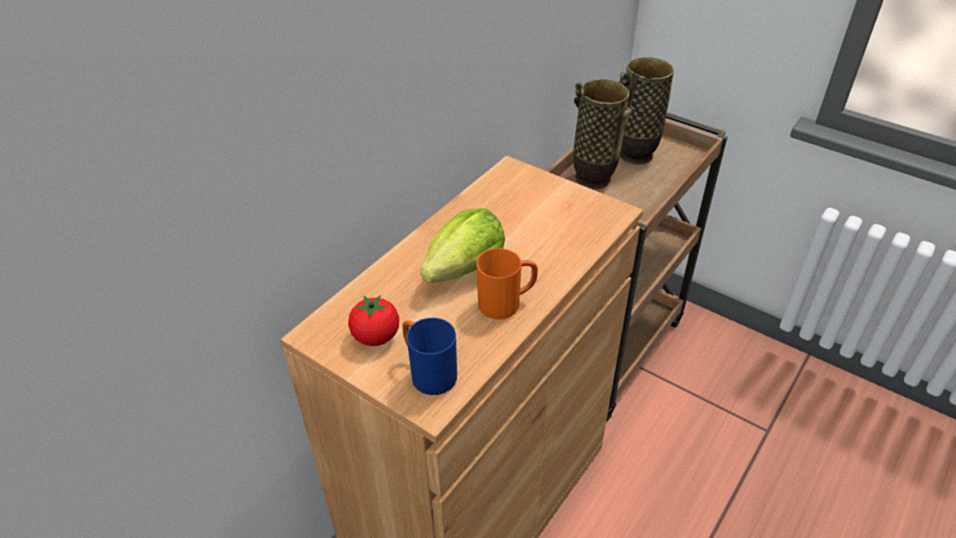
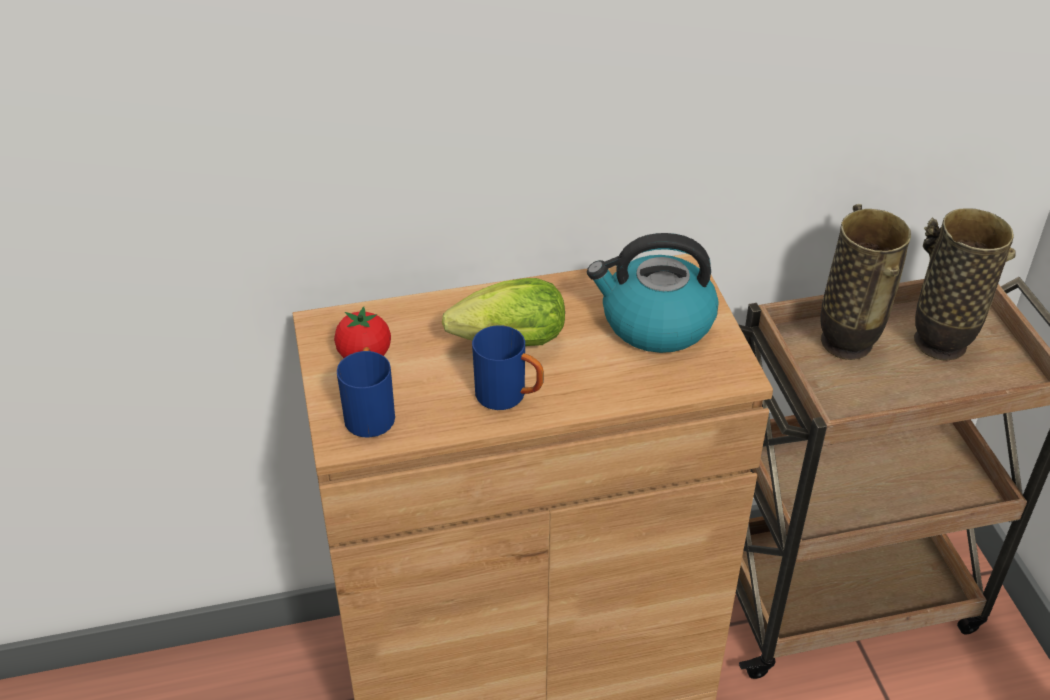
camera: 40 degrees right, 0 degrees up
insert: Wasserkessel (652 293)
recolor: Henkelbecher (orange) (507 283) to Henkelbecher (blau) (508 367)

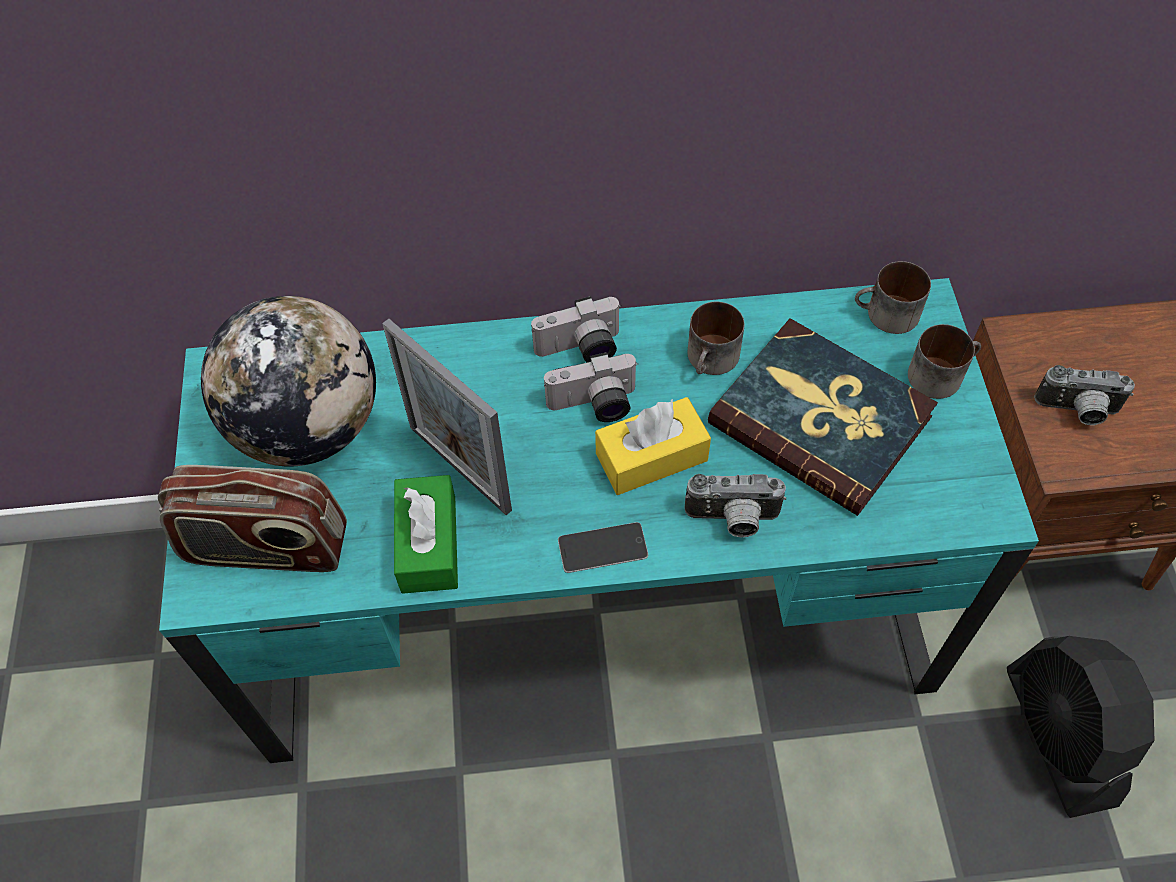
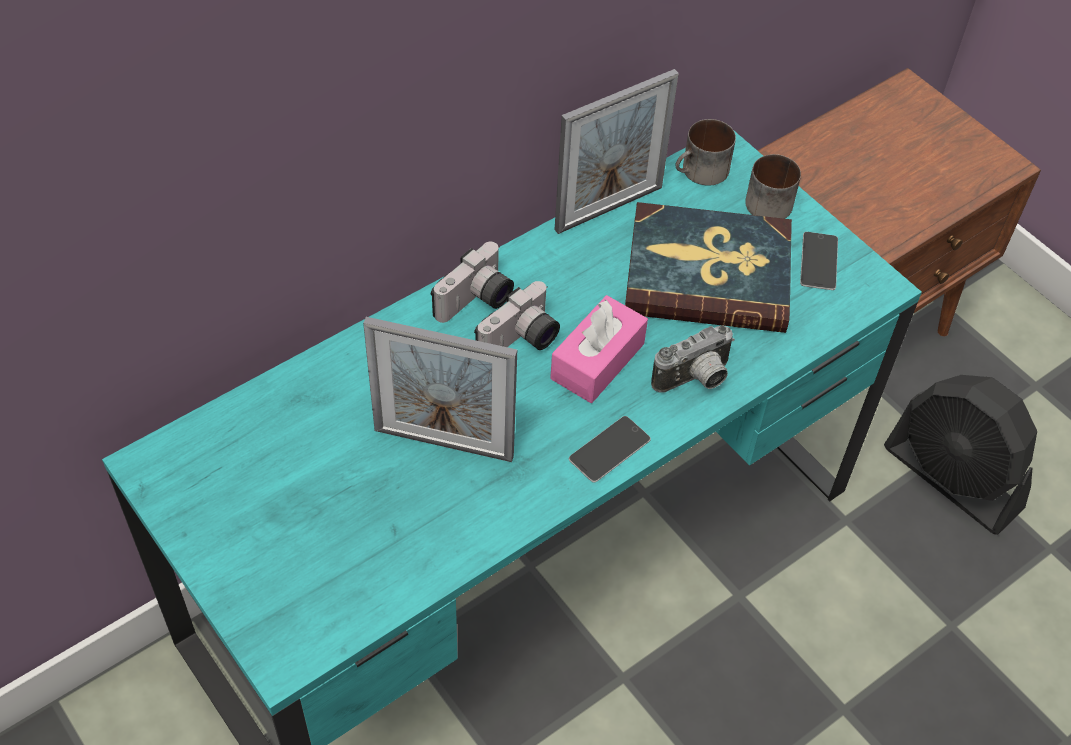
camera: 35 degrees left, 5 degrees down
delete: Globus (288 381); Henkelbecher (716 338); Kamera (1084 395); Radio (252 518); Taschentuchbox (grün) (426 534)
insert: Bilderrahmen (616 151); Handy (819 261)
recolor: Taschentuchbox (gelb) (653 446) to Taschentuchbox (rosa) (599 349)

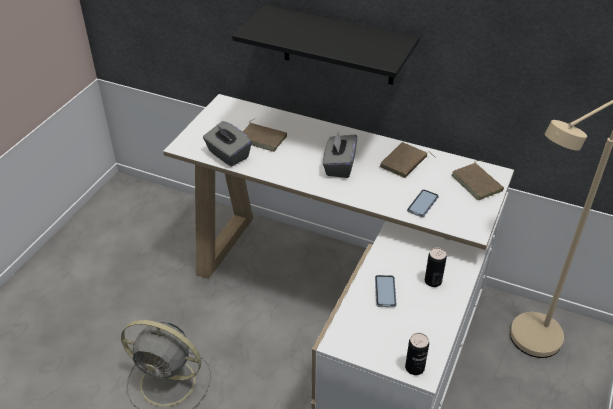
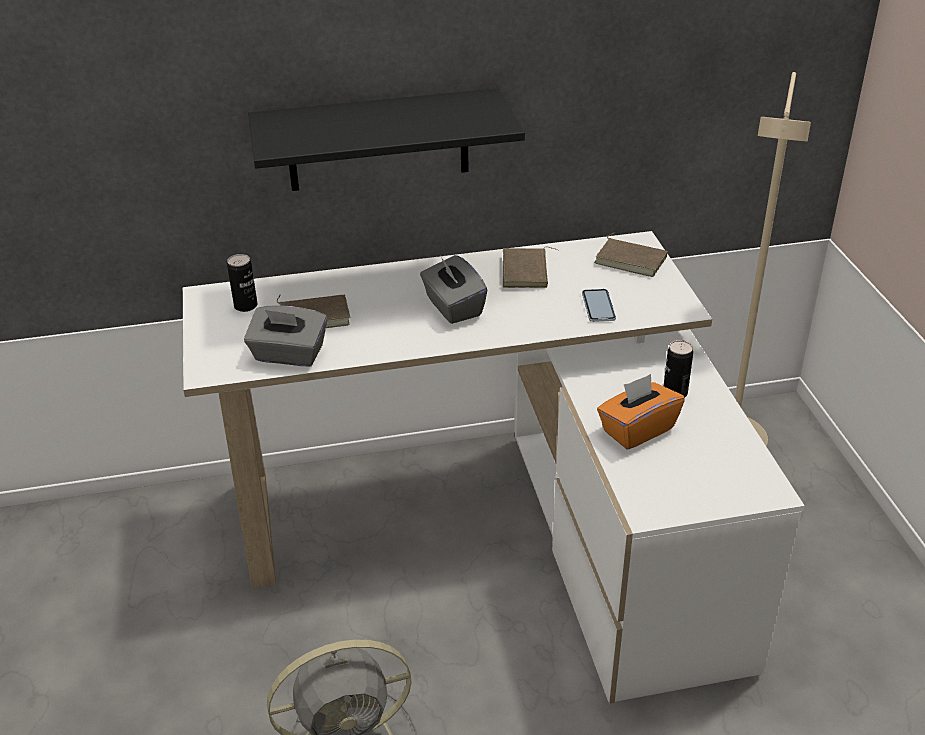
camera: 35 degrees left, 5 degrees down
move: Dose (417 354) to (242 283)
replace: Handy (385 291) to Taschentuchbox (orange) (641 411)

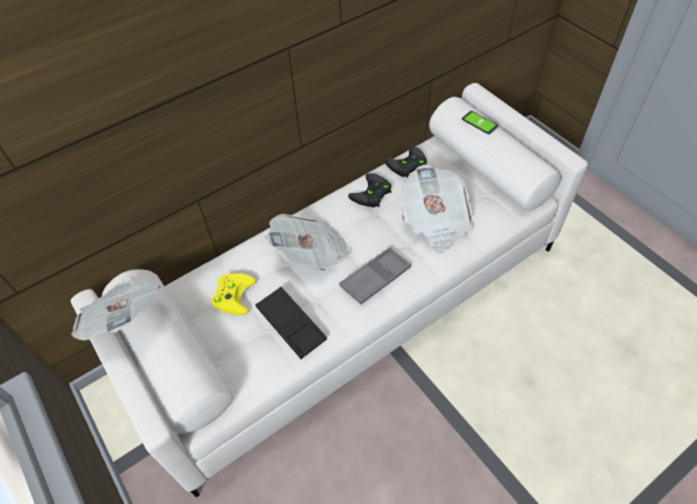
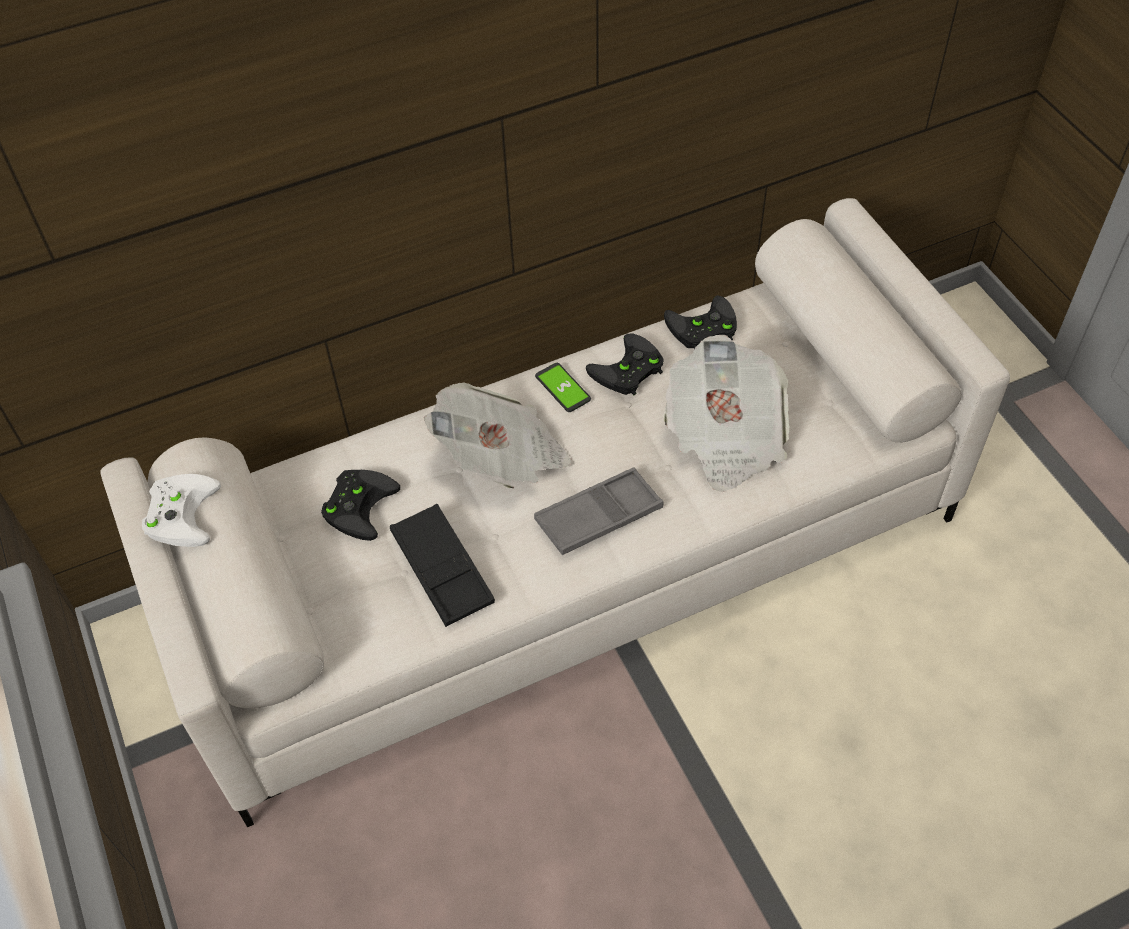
camera: 10 degrees right, 0 degrees up
move: Handy (480 122) to (563 387)
replace: Zeitung (116 309) to Gamepad (weiß) (181 510)
recolor: Gamepad (gelb) (234 294) to Gamepad (schwarz) (360 505)

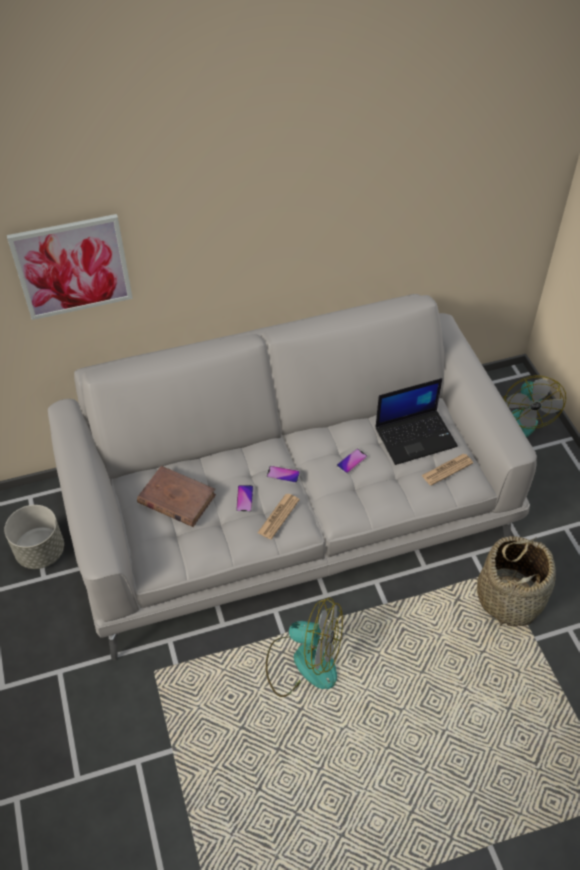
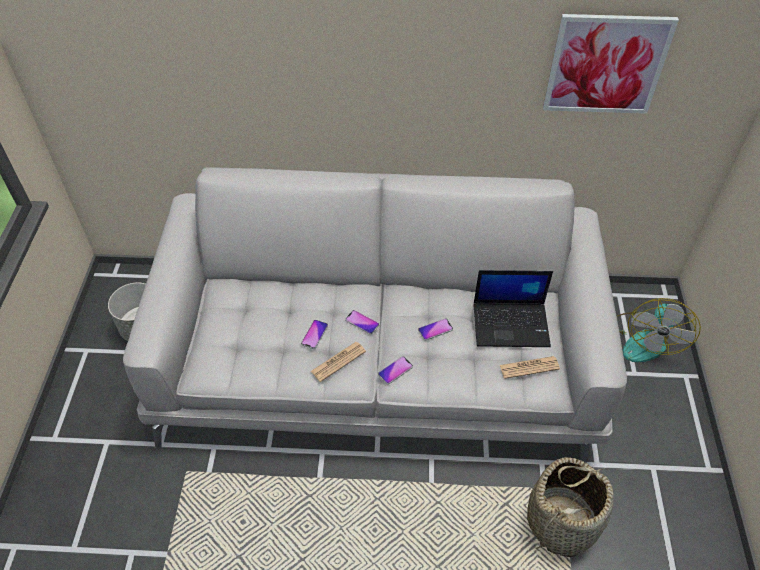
camera: 20 degrees right, 0 degrees up
delete: Buch (braun) (176 496); Ventilator (304 647)
insert: Handy (395 370)
move: Bild (70 267) to (611 64)

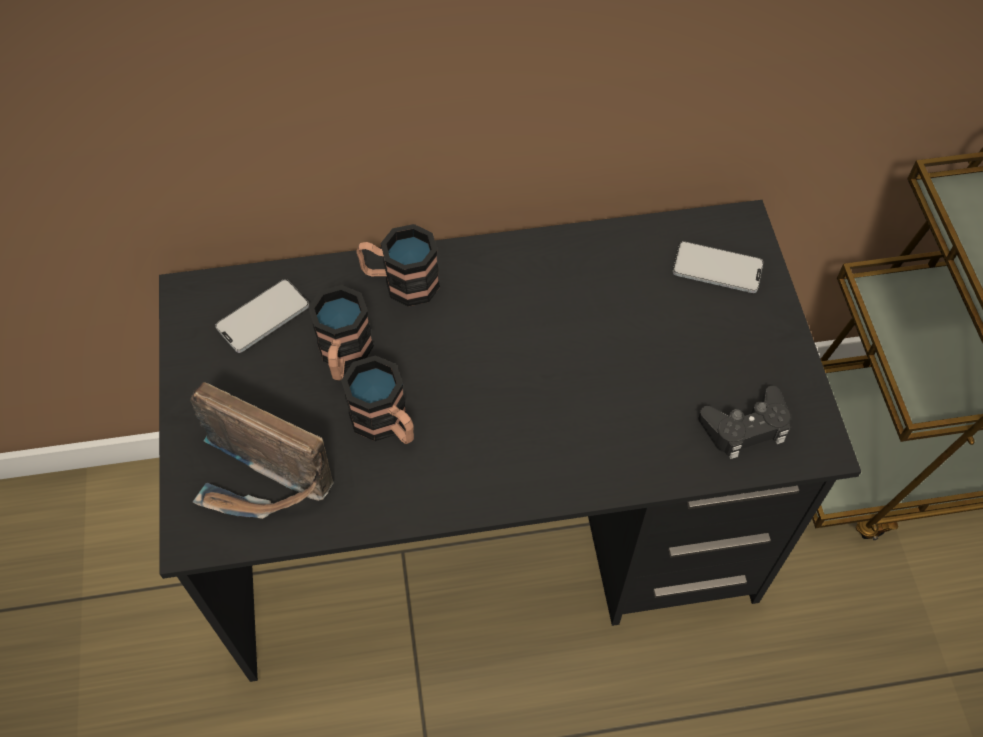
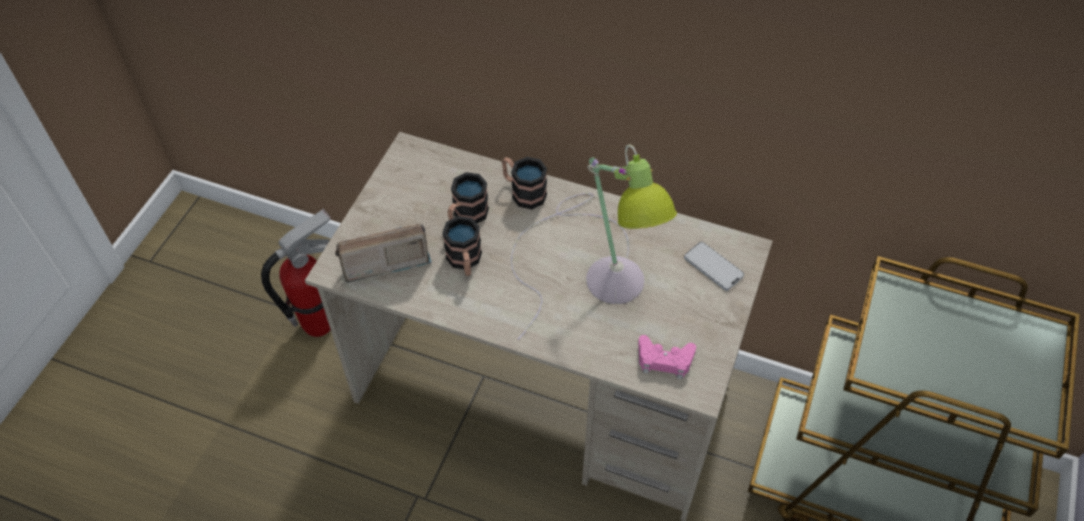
camera: 30 degrees right, 5 degrees down
delete: Handy (262 316)
insert: Tischlampe (594 242); Feuerlöscher (296 273)
recolor: Schreibtisch (schwarz) (510 441) to Schreibtisch (beige) (539 326); Gamepad (schwarz) (744 422) to Gamepad (rosa) (667 357)
rotate: Radio (262 450) = (383 253) 105 degrees clockwise

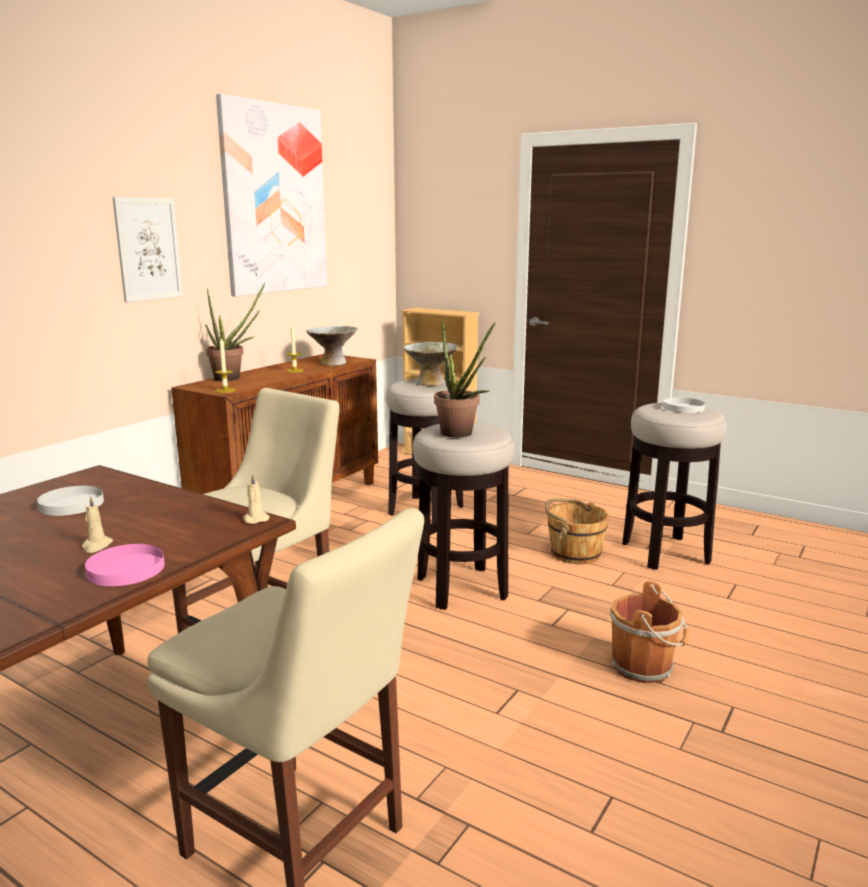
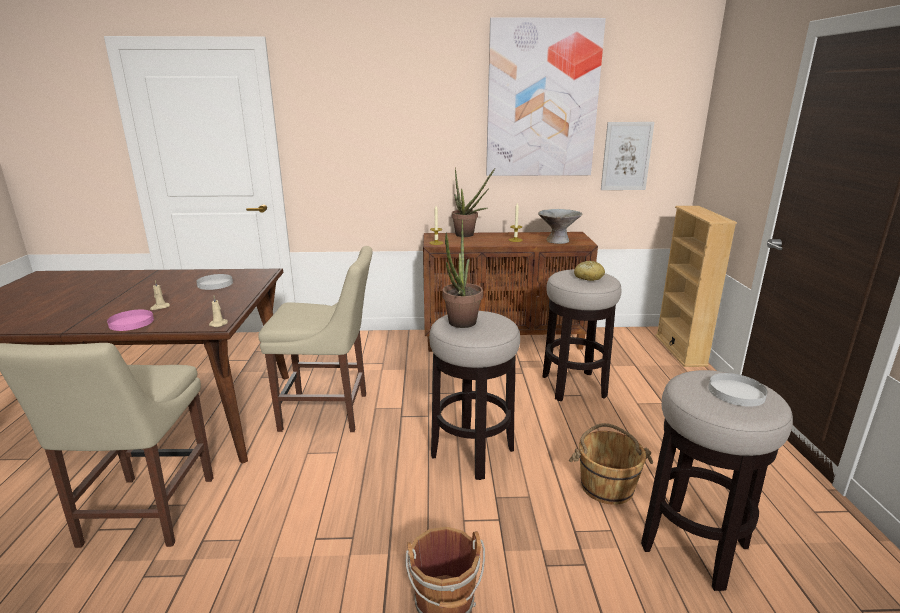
camera: 55 degrees right, 5 degrees up
move: Bild (148 250) to (628 156)
replace: Schüssel (grau) (430 364) to Brot (589 271)

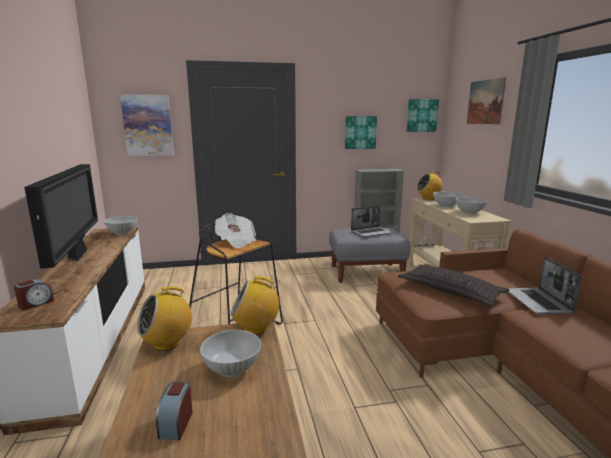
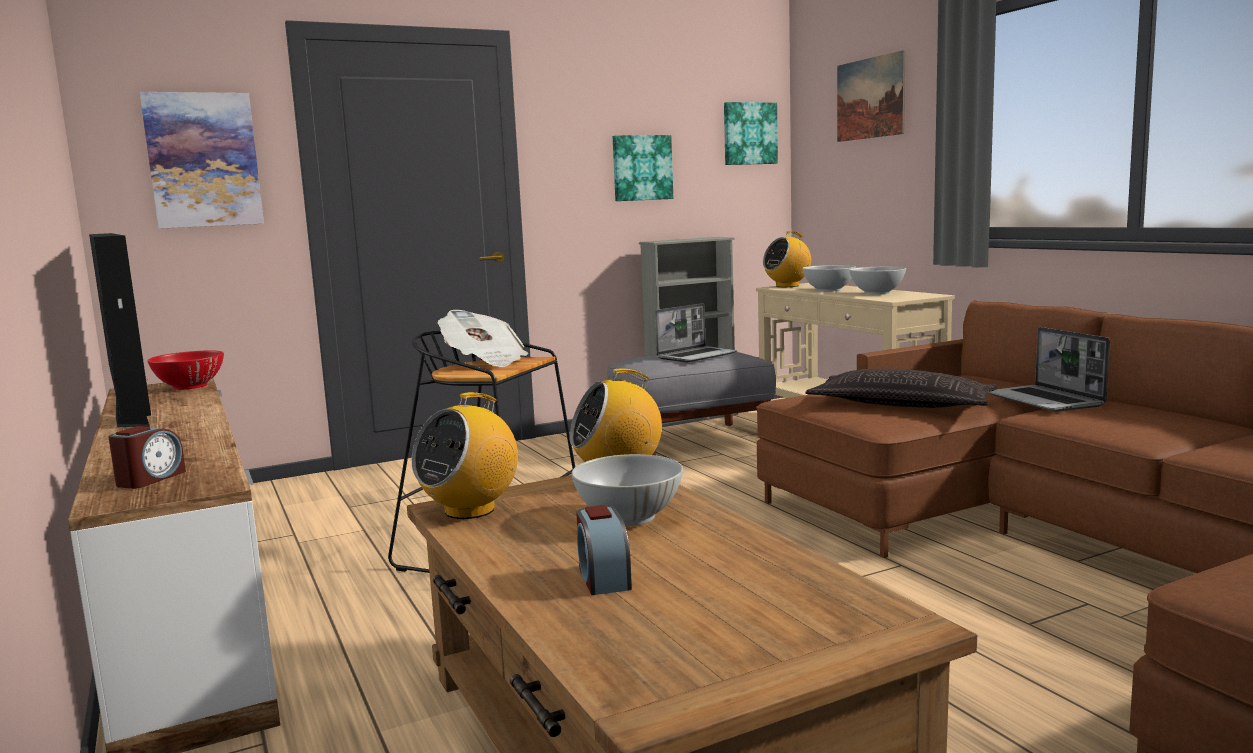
camera: 15 degrees left, 5 degrees down
recolor: Schüssel (weiß) (121 225) to Schüssel (rot) (185 370)

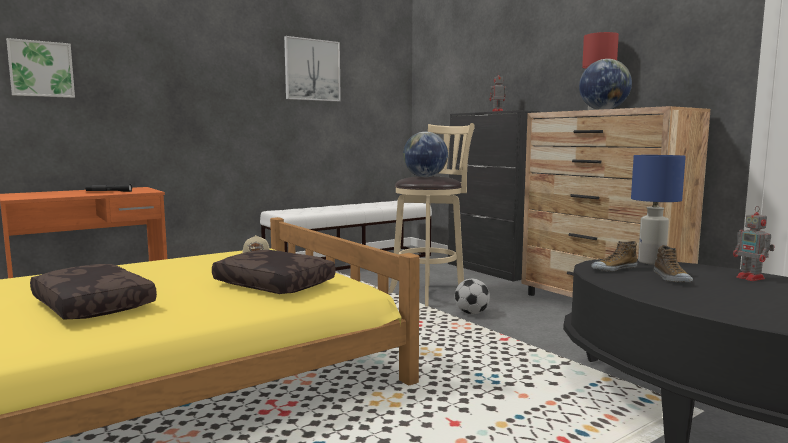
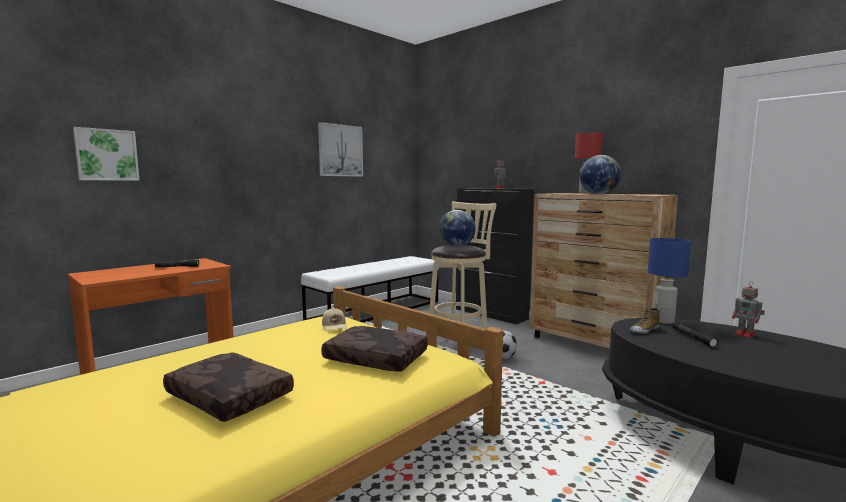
camera: 10 degrees left, 0 degrees up
replace: Schuh (673 263) to Taschenlampe (schwarz) (695 335)

